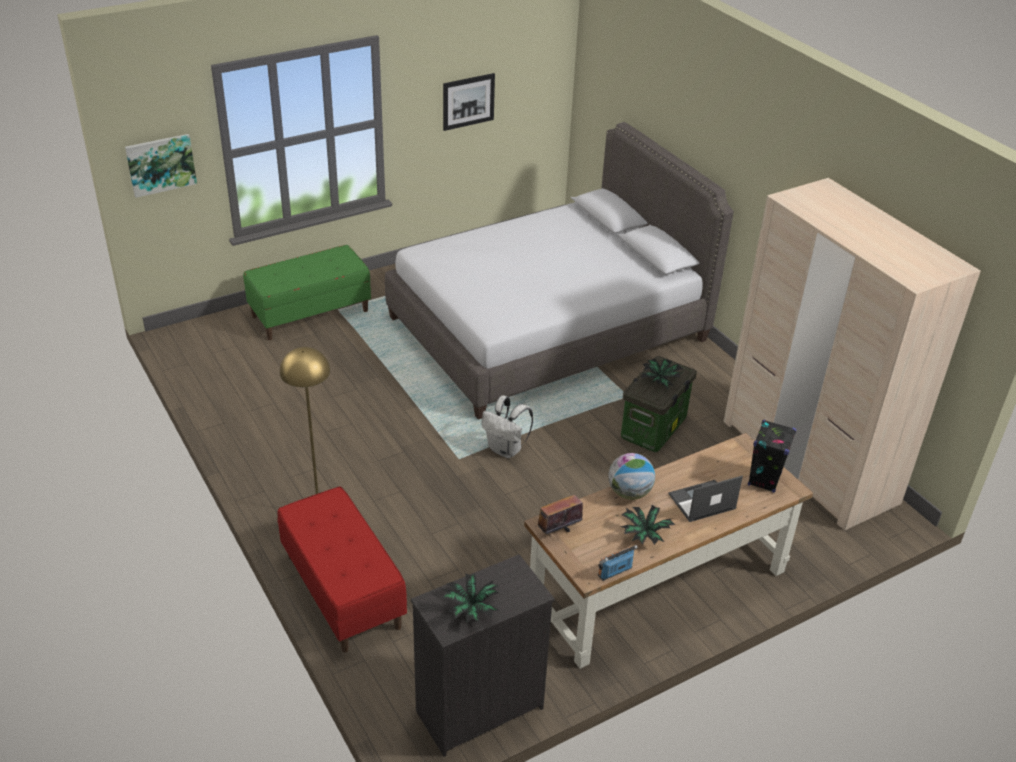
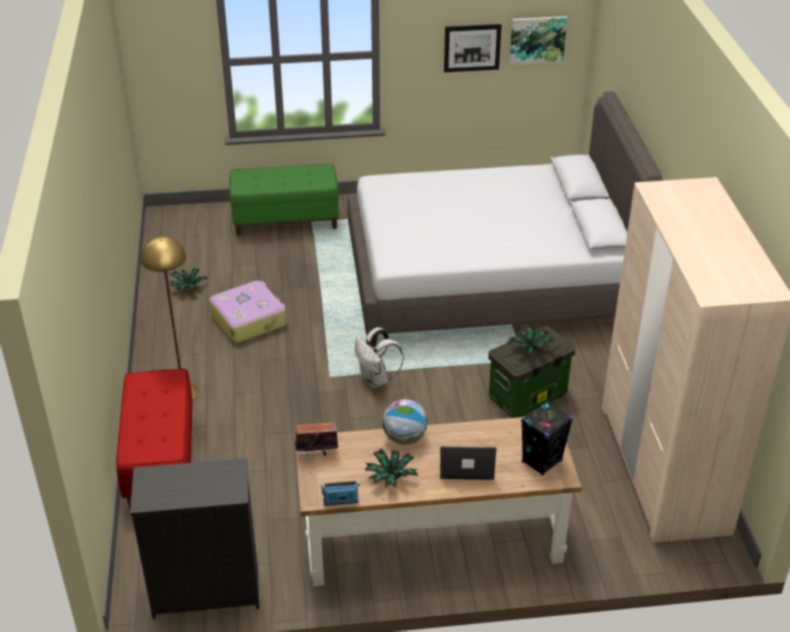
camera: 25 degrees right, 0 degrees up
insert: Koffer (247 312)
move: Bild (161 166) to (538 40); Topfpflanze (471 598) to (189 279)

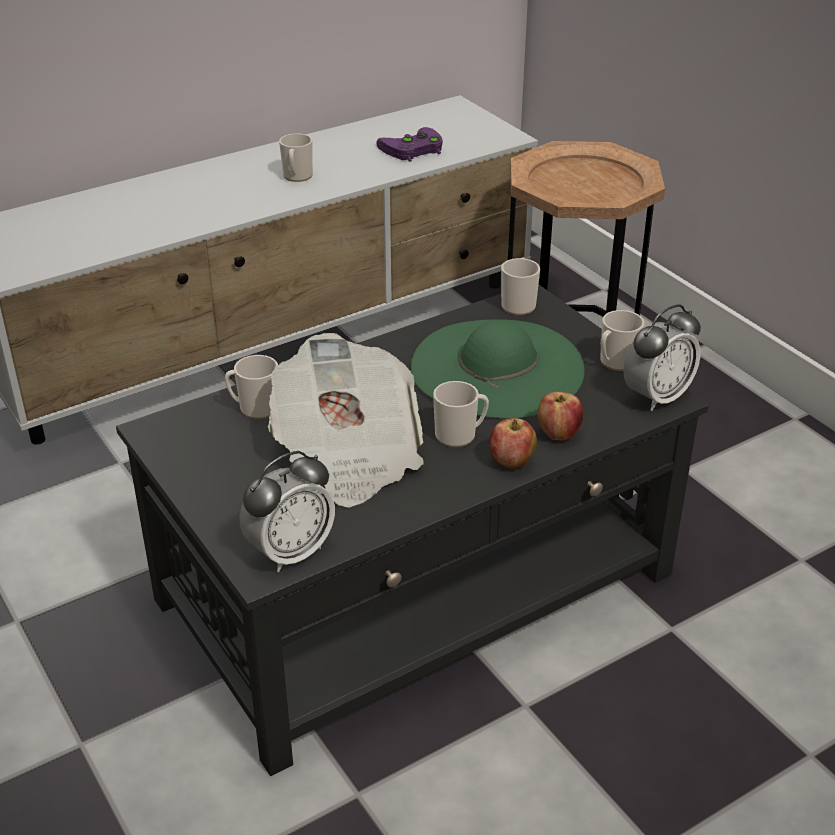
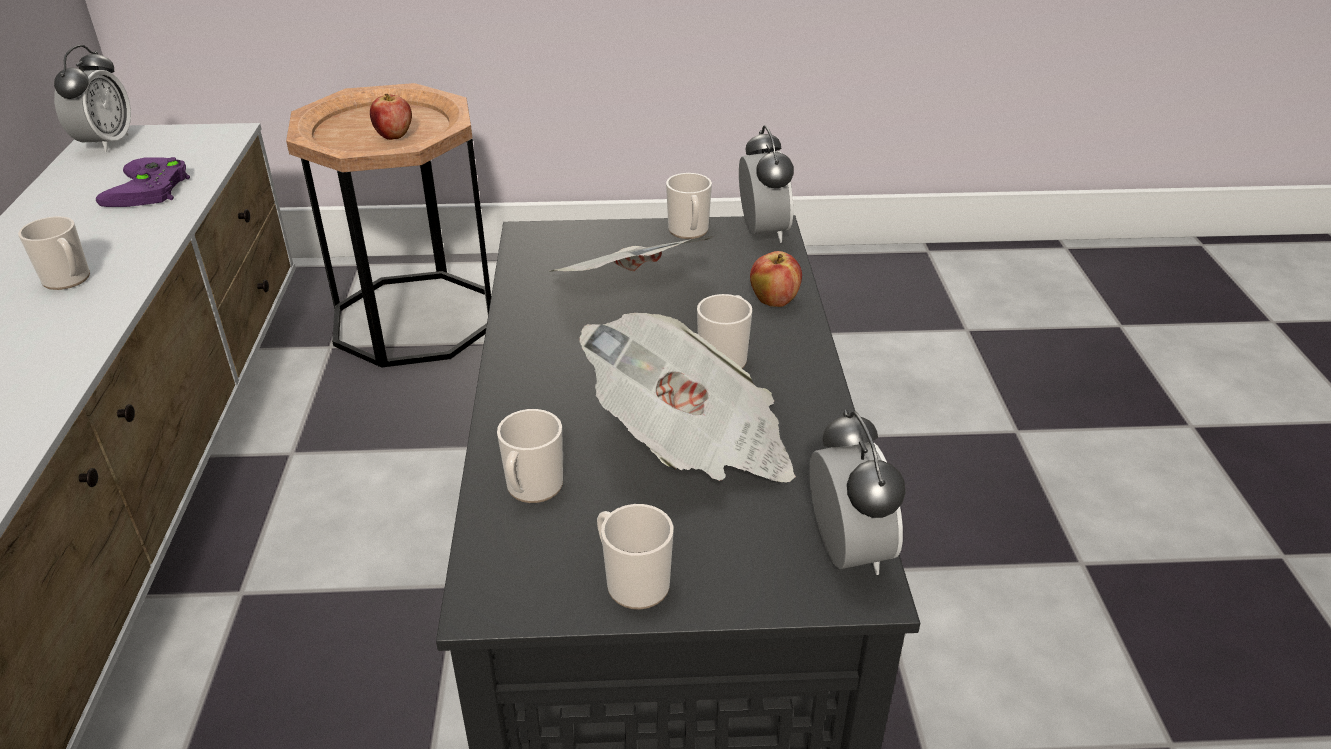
camera: 60 degrees left, 0 degrees up
insert: Wecker (92 98)
move: Henkelbecher (520 286) to (635 556); Apfel (513 443) to (391 117)
replace: Hut (grün) (497 369) to Zeitung (631 254)

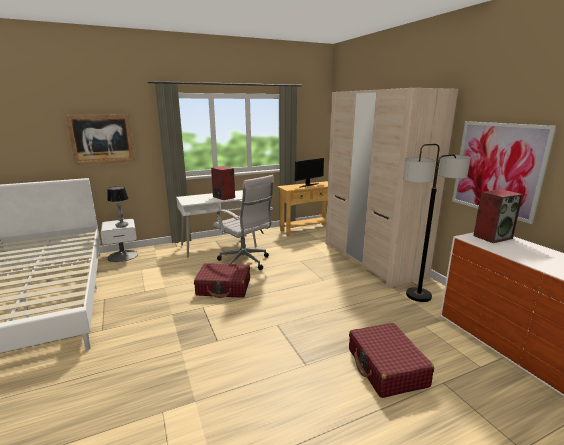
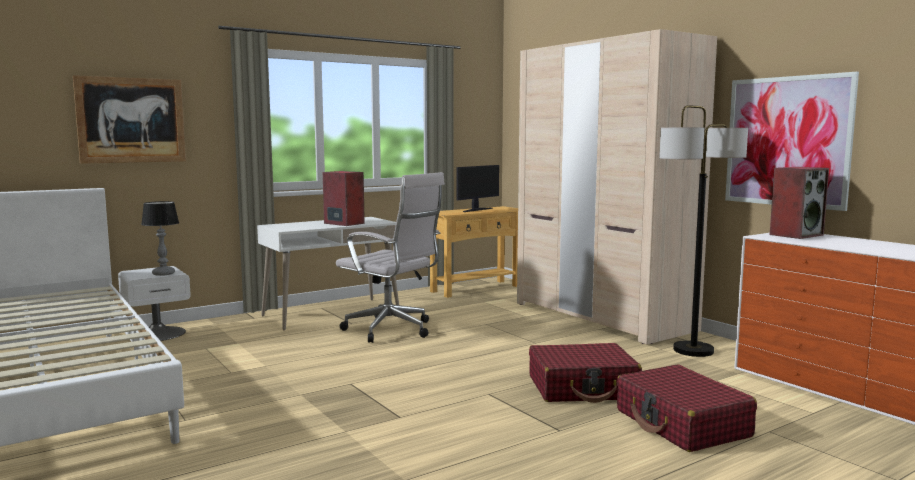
camera: 10 degrees left, 10 degrees down
move: Koffer (rot) (222 280) to (585 373)

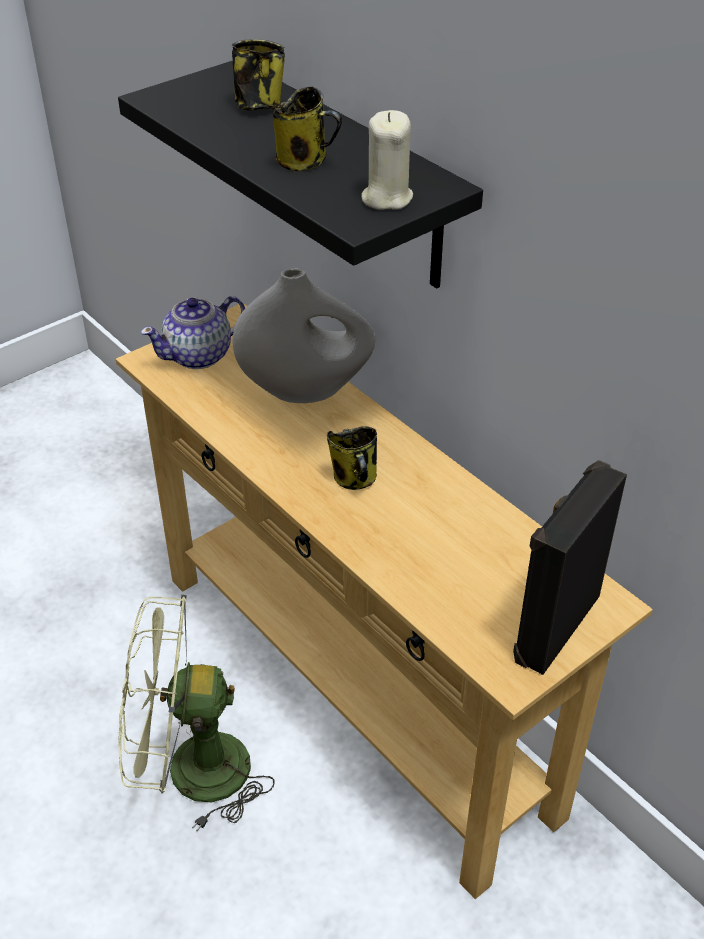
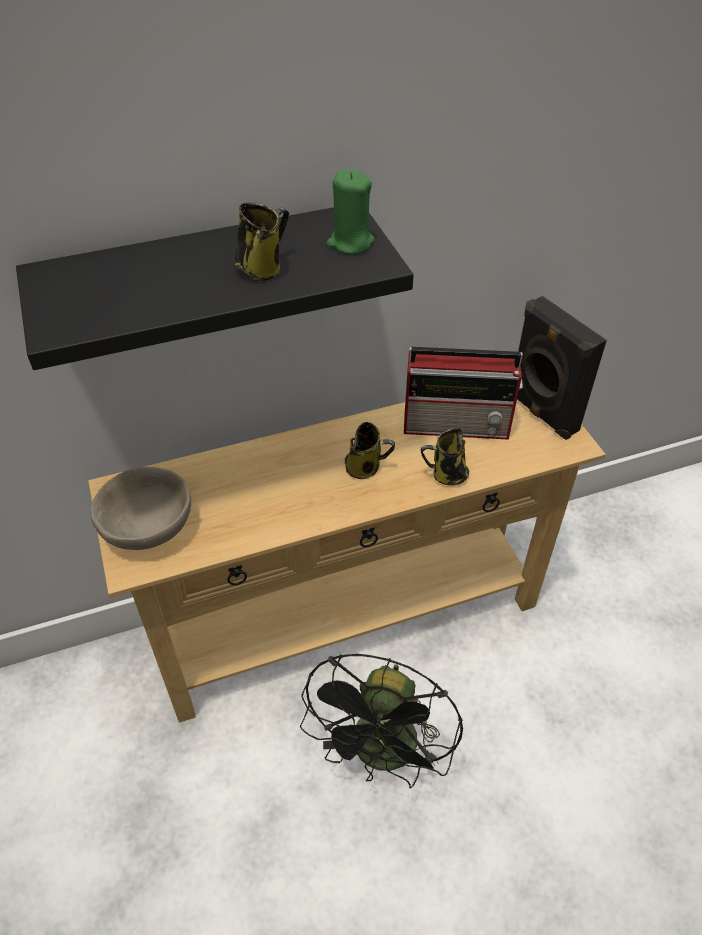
camera: 70 degrees left, 5 degrees up
delete: Vase (weiß) (303 336)
insert: Radio (463 393)
move: Henkelbecher (258 74) to (445 457)
replace: Teekanne (193 332) to Schüssel (beige) (141 508)
recolor: Kerze (beige) (387 160) to Kerze (grün) (350 211); Ventilator (grün) (197 713) to Ventilator (schwarz) (381 721)

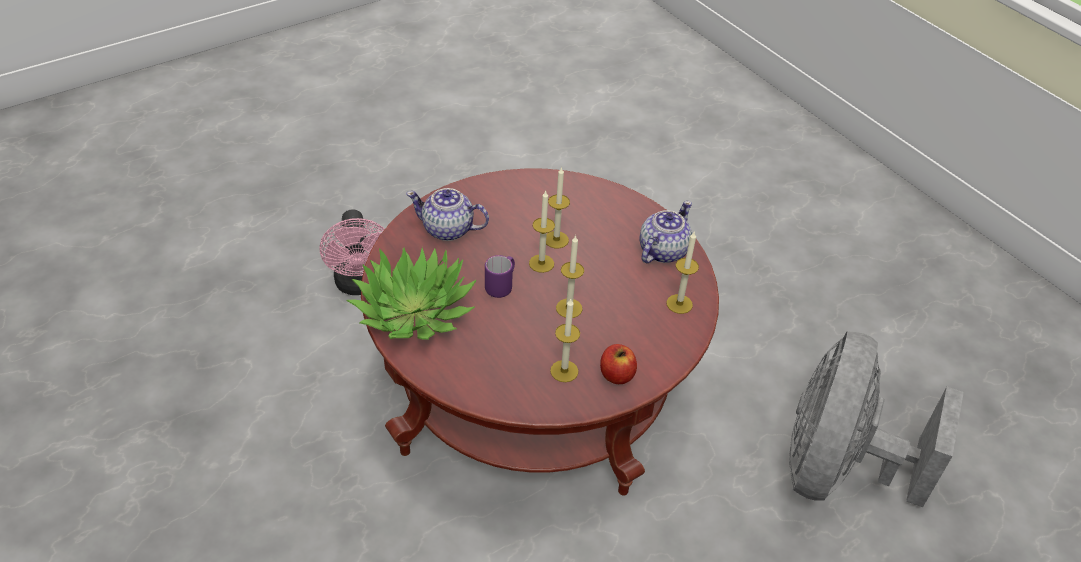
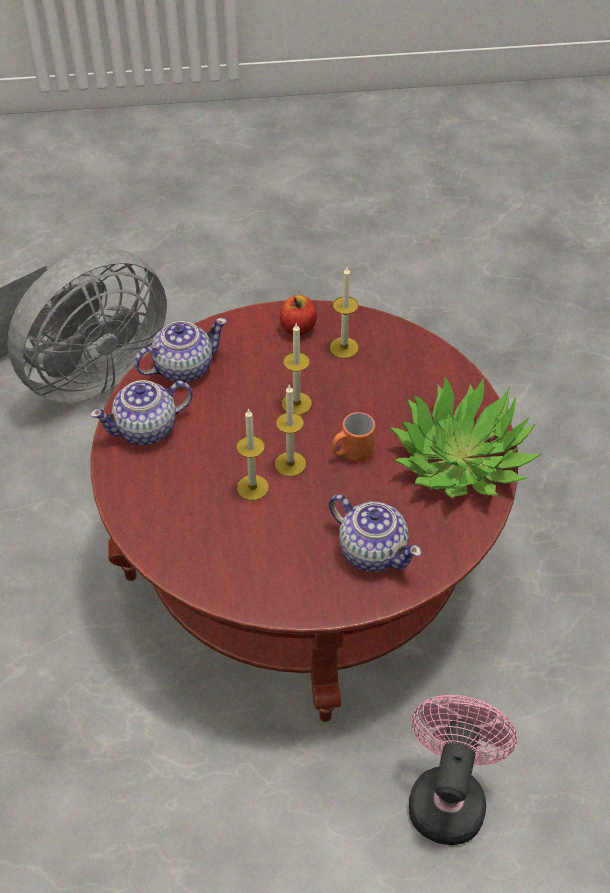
camera: 150 degrees left, 5 degrees up
replace: Kerze (682 273) to Teekanne (180 350)
recolor: Henkelbecher (lila) (500 276) to Henkelbecher (orange) (354 437)

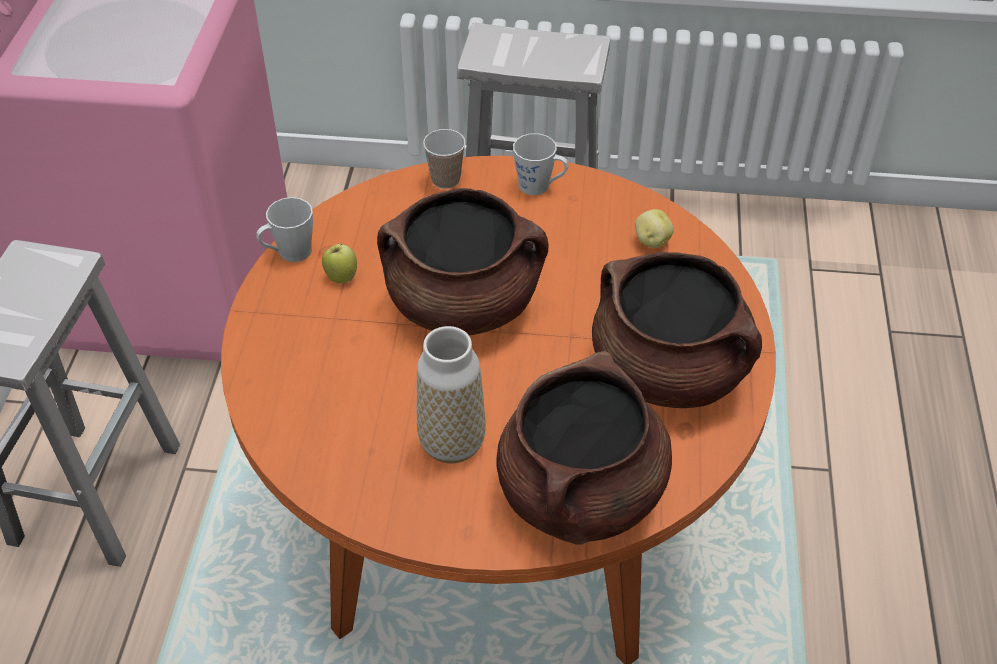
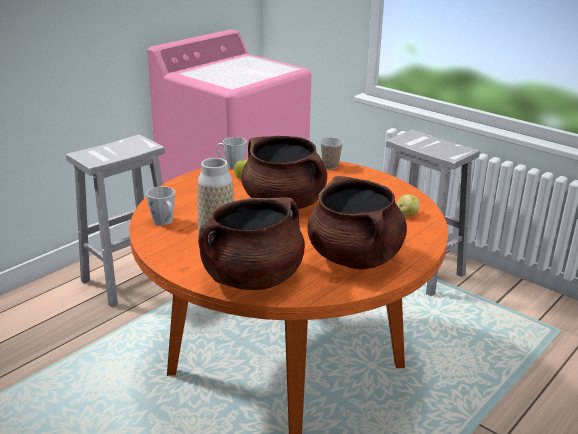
camera: 35 degrees right, 20 degrees down
move: Henkelbecher (grau) (541 164) to (160 205)

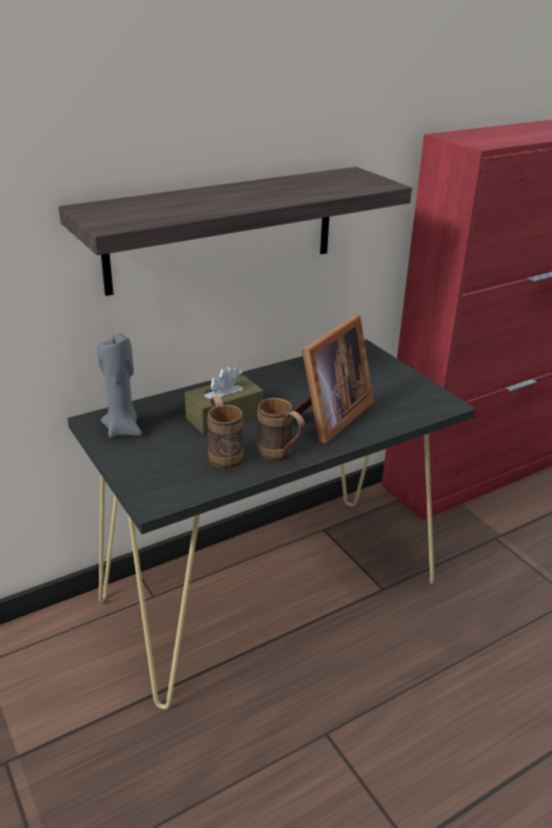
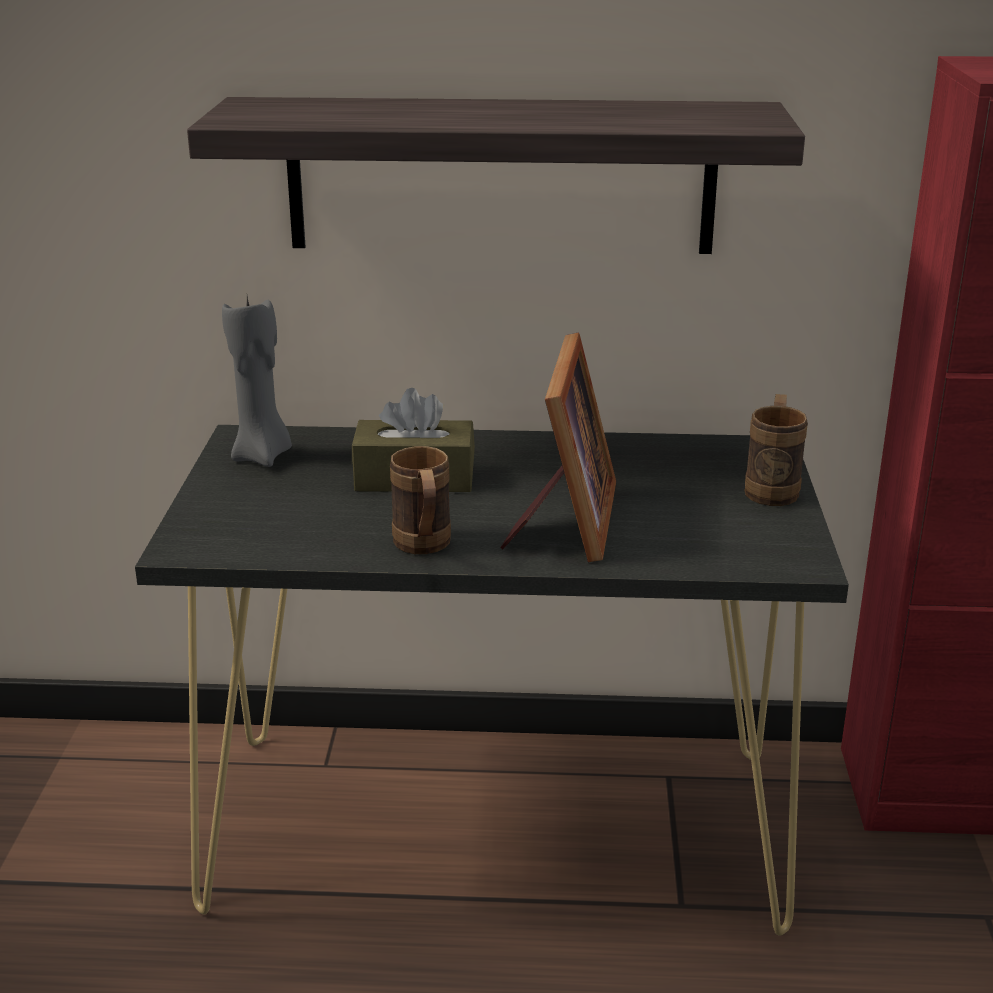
camera: 35 degrees right, 5 degrees down
move: Henkelbecher (braun) (225 432) to (776 450)
rotate: Bilderrahmen (333 379) = (558 447) 60 degrees counterclockwise

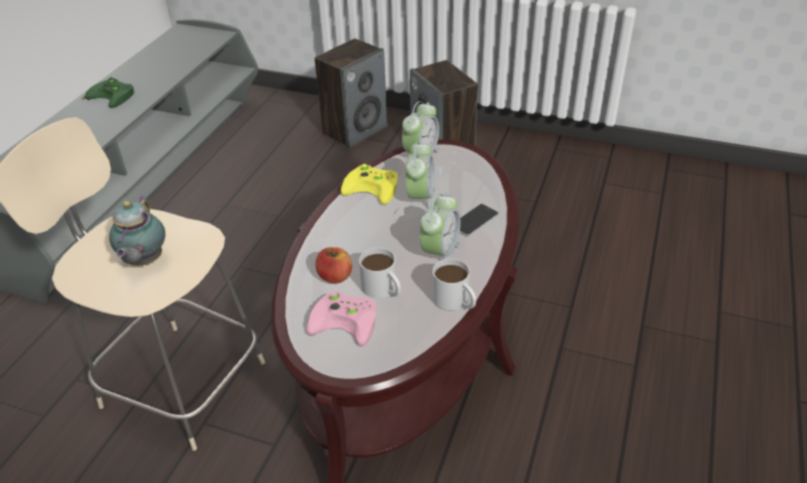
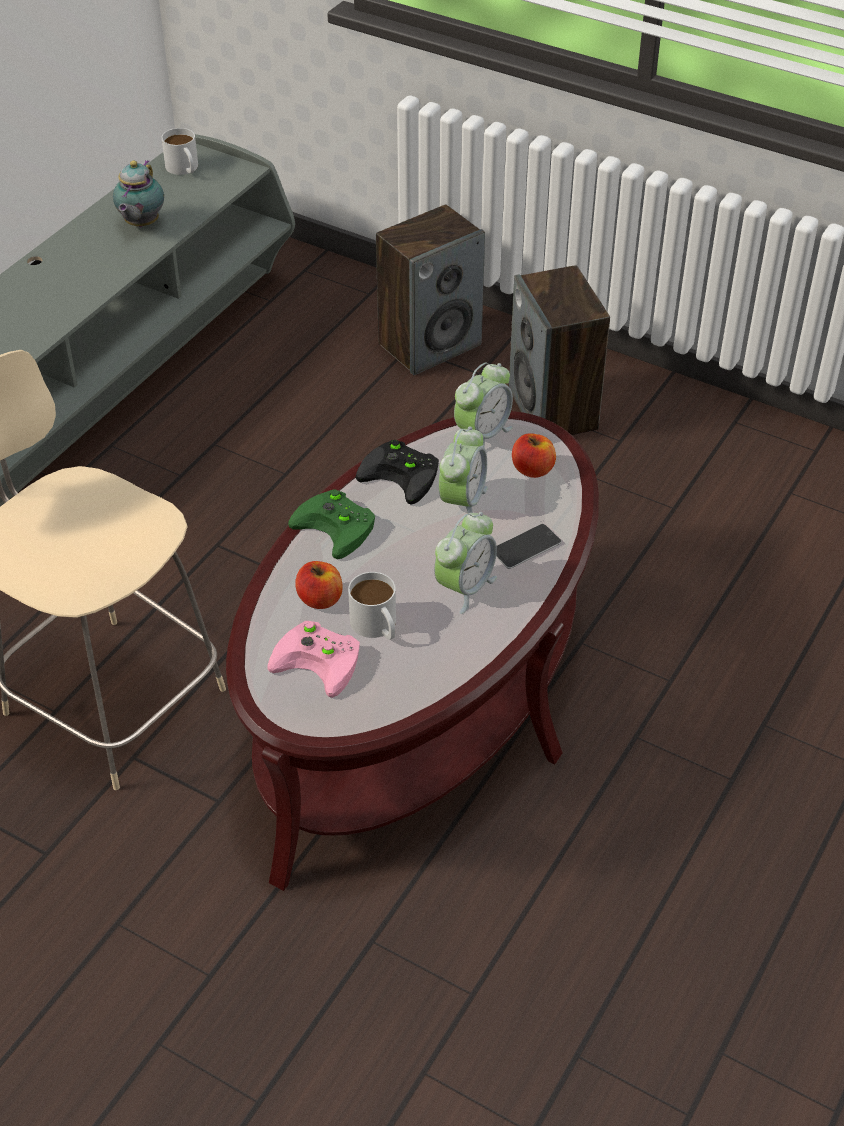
camera: 10 degrees right, 5 degrees up
insert: Apfel (534 456)
move: Gamepad (grün) (110 92) to (331 524); Teekanne (137 231) to (138 193); Henkelbecher (weiß) (454 284) to (179 151)
recolor: Gamepad (gelb) (369 184) to Gamepad (schwarz) (397 472)

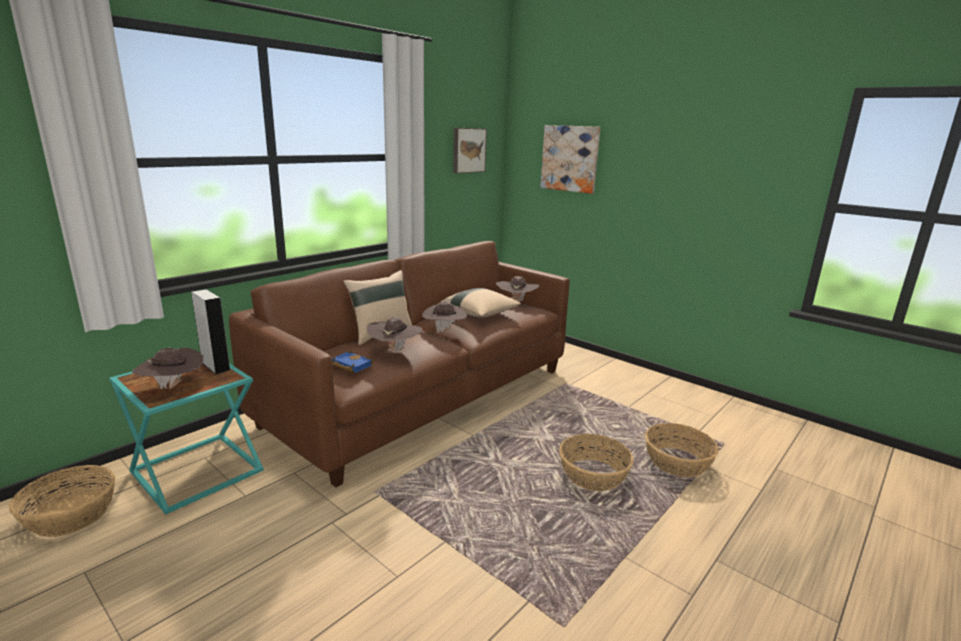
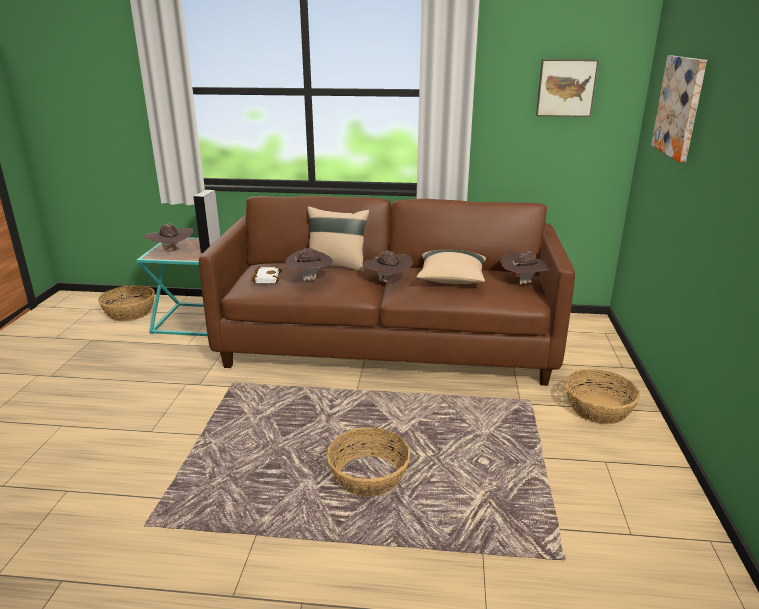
camera: 55 degrees right, 5 degrees up
move: Korb (682 450) to (602 396)
recolor: Buch (blau) (352 362) to Buch (weiß) (266 275)

